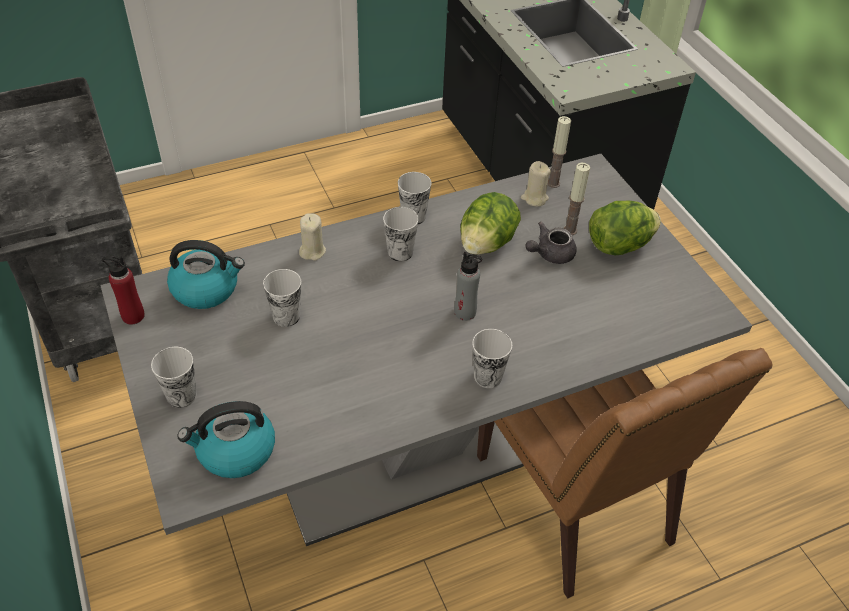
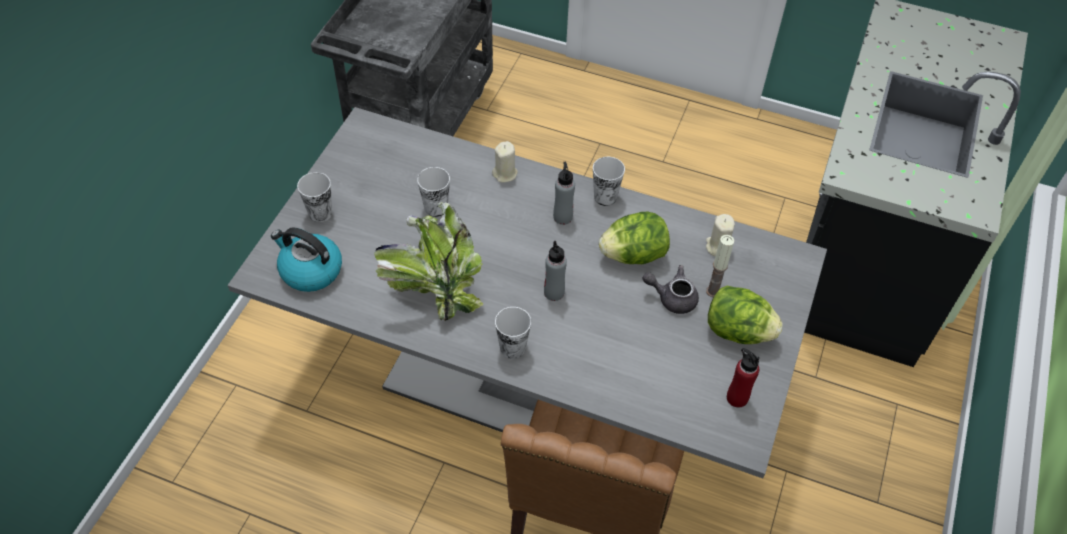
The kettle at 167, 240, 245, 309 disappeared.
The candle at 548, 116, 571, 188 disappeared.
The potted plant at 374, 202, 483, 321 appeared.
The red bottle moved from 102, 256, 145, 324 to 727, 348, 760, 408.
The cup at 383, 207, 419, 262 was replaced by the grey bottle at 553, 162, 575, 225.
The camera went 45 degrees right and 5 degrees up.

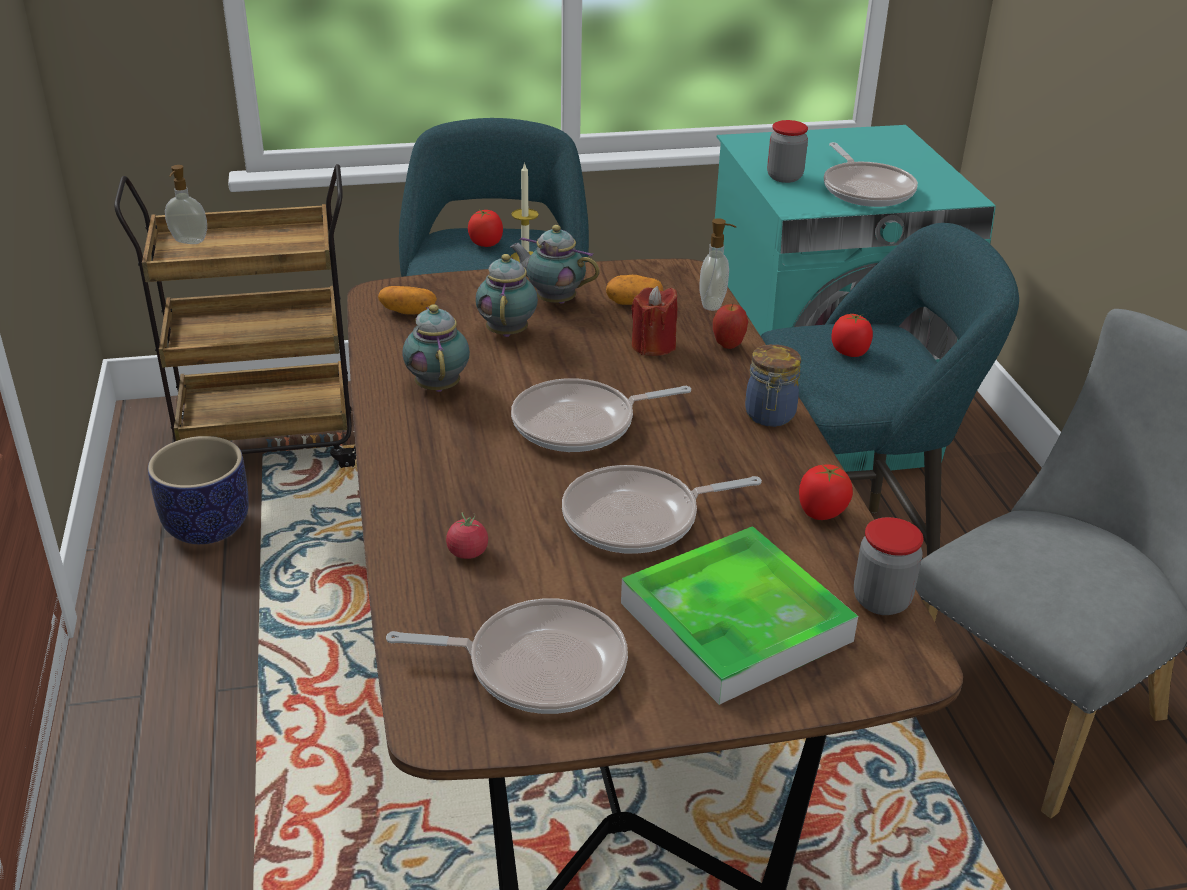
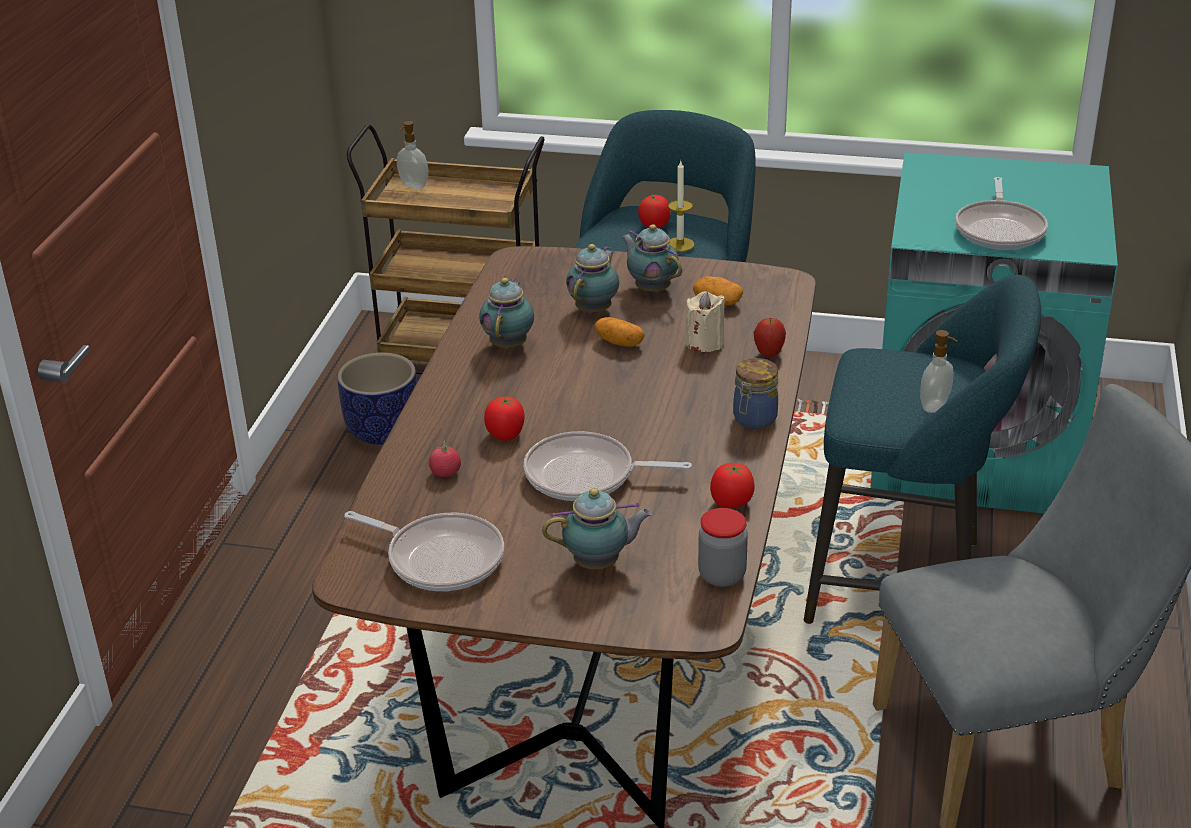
The frying pan at 511, 378, 691, 452 disappeared.
The jar at 767, 120, 808, 183 disappeared.
The potato moved from 378, 286, 437, 315 to 595, 317, 645, 347.
The soap dispenser moved from 700, 218, 736, 311 to 920, 330, 958, 413.
The tomato moved from 831, 314, 873, 357 to 484, 396, 525, 441.
The tray at 621, 526, 858, 705 was replaced by the teapot at 542, 488, 652, 570.
The red candle at 631, 286, 678, 356 became the beige candle at 686, 292, 726, 352.
The camera went 25 degrees right and 0 degrees up.

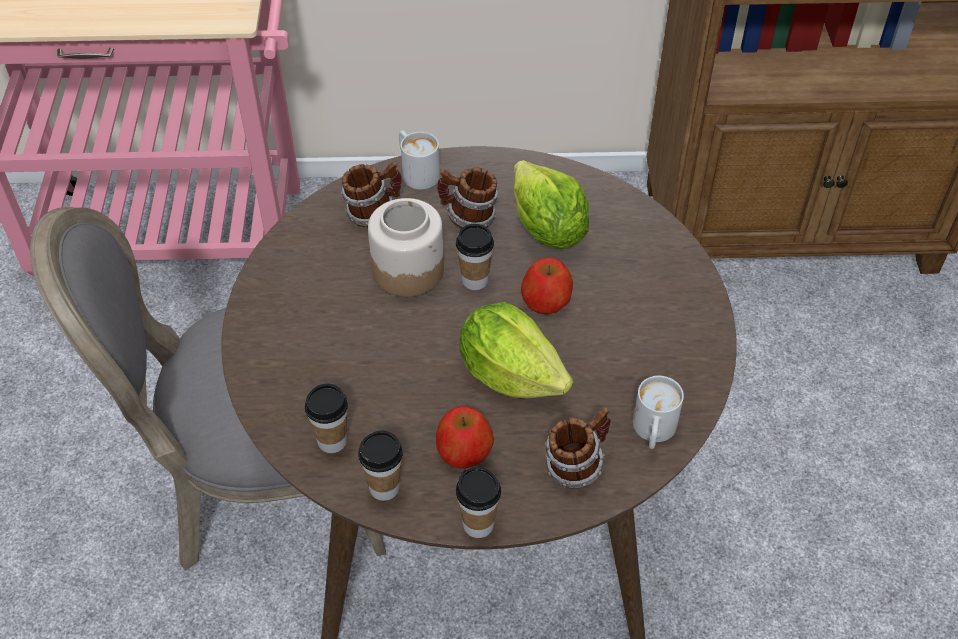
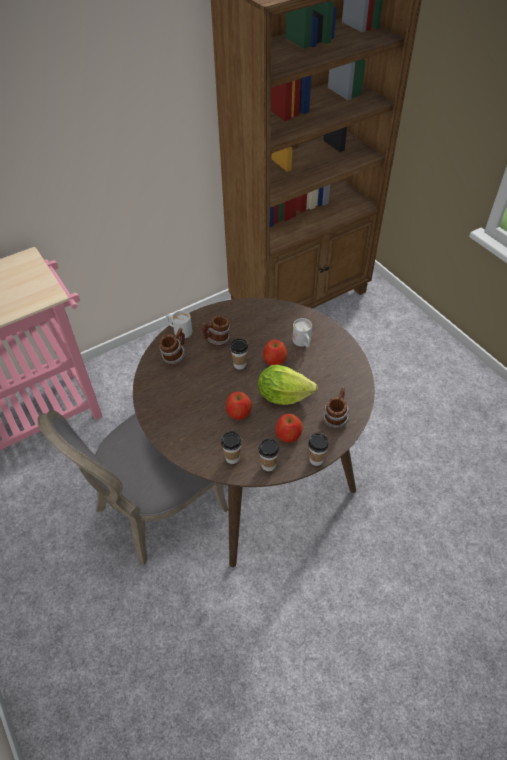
The jar at 368, 198, 444, 297 disappeared.
The lettuce at 514, 160, 589, 249 disappeared.
The apple at 226, 392, 252, 420 appeared.
The white mug moved from 633, 376, 684, 449 to 293, 318, 312, 348.
The camera went 30 degrees left and 0 degrees up.

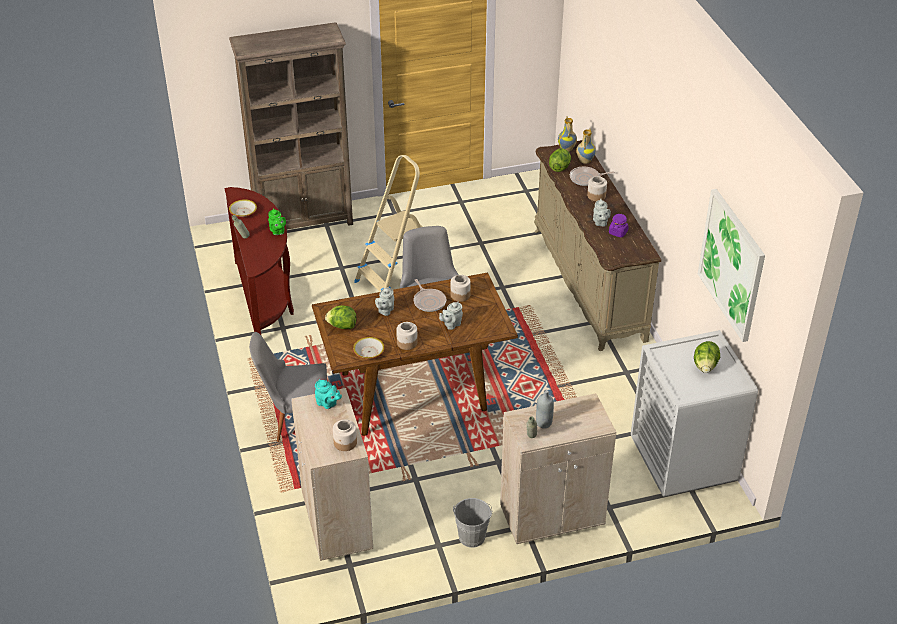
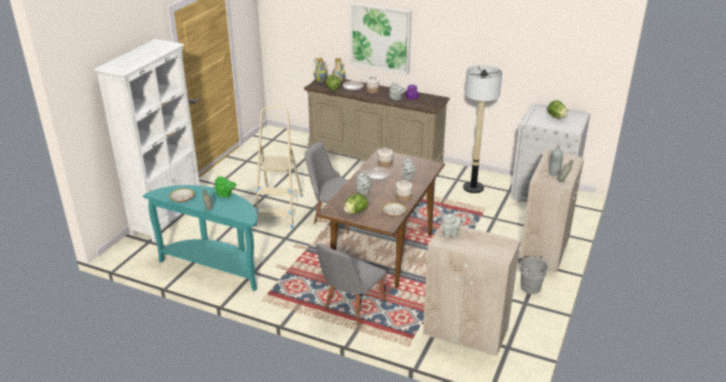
The jar at 333, 420, 357, 451 disappeared.
The floor lamp at 463, 65, 502, 193 appeared.
The picture moved from 698, 189, 765, 342 to 350, 3, 411, 75.
The brown console table at 224, 187, 294, 335 became the turquoise console table at 143, 185, 257, 292.
The brown bookcase at 229, 22, 353, 230 became the white bookcase at 94, 39, 200, 242.
The turquoise teapot at 315, 379, 342, 409 became the grey teapot at 441, 213, 466, 238.
The camera went 50 degrees left and 10 degrees down.

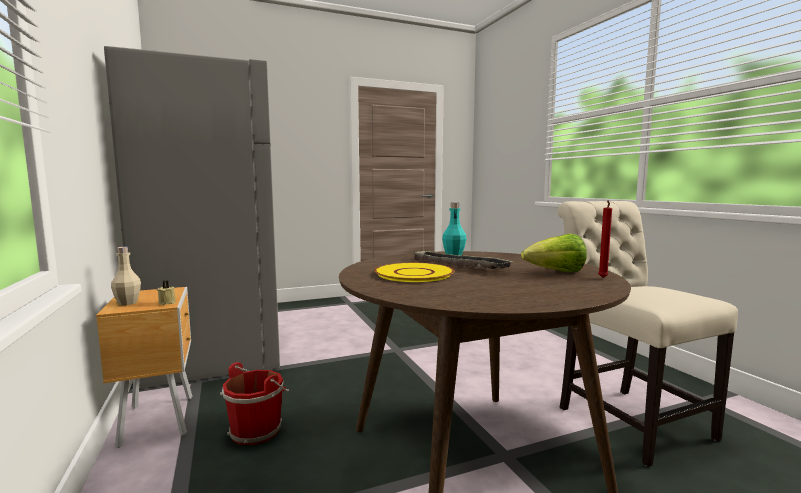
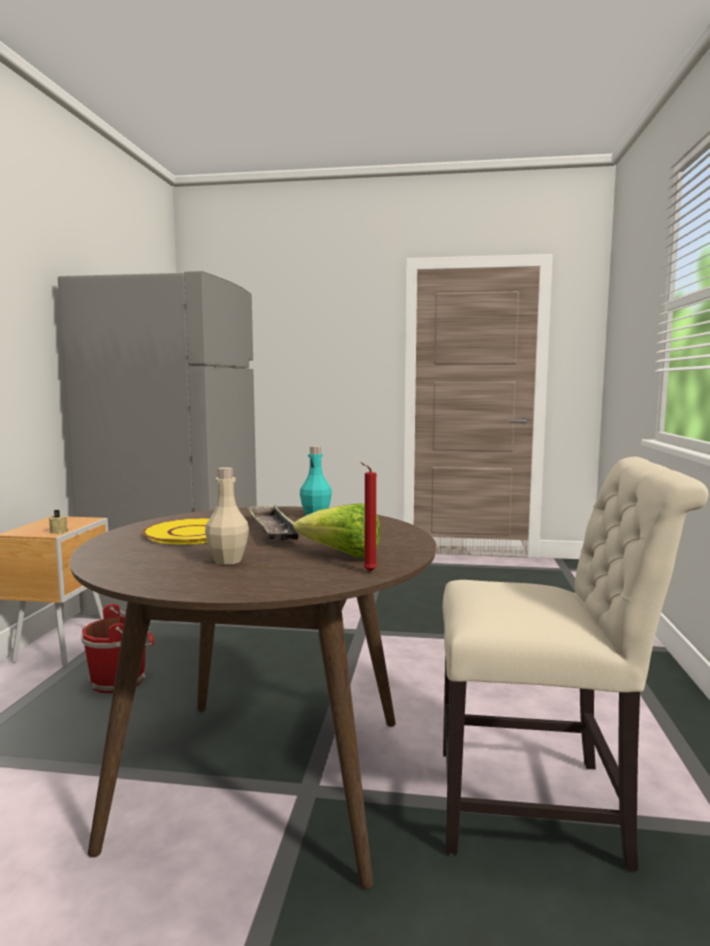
The beige bottle moved from 111, 247, 141, 305 to 205, 467, 249, 565.
The beige chair at 558, 201, 738, 467 turned 90 degrees clockwise.
The camera went 30 degrees right and 0 degrees up.

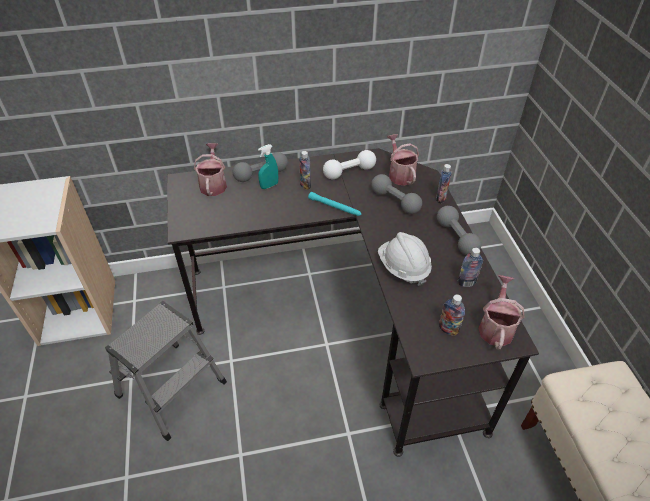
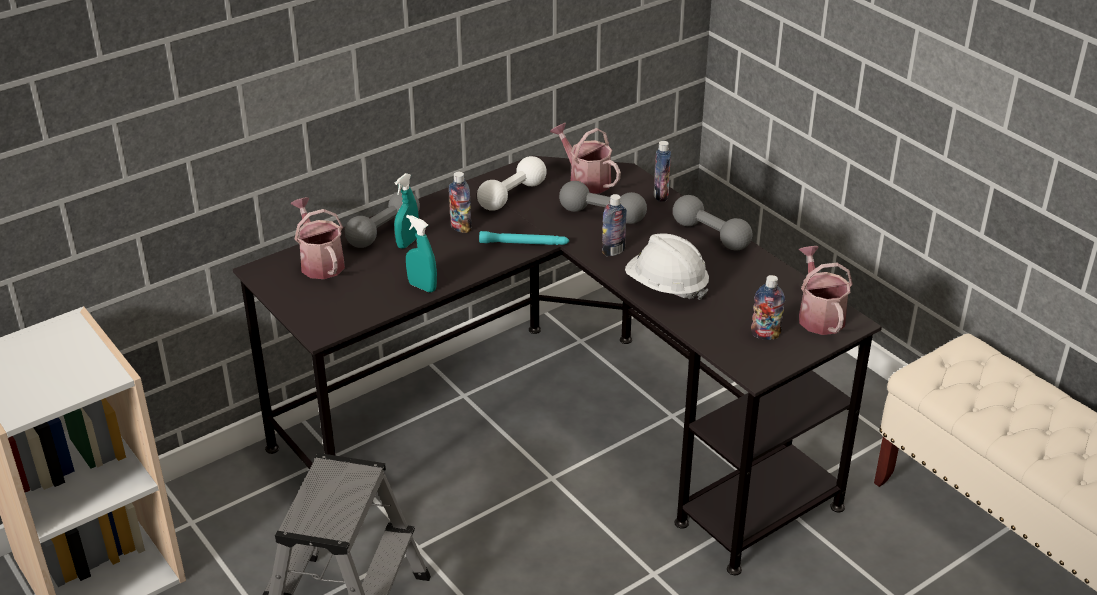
The turquoise spray bottle at 406, 215, 437, 292 appeared.
The bottle moved from 458, 248, 483, 287 to 602, 194, 627, 256.
The camera went 25 degrees left and 10 degrees down.

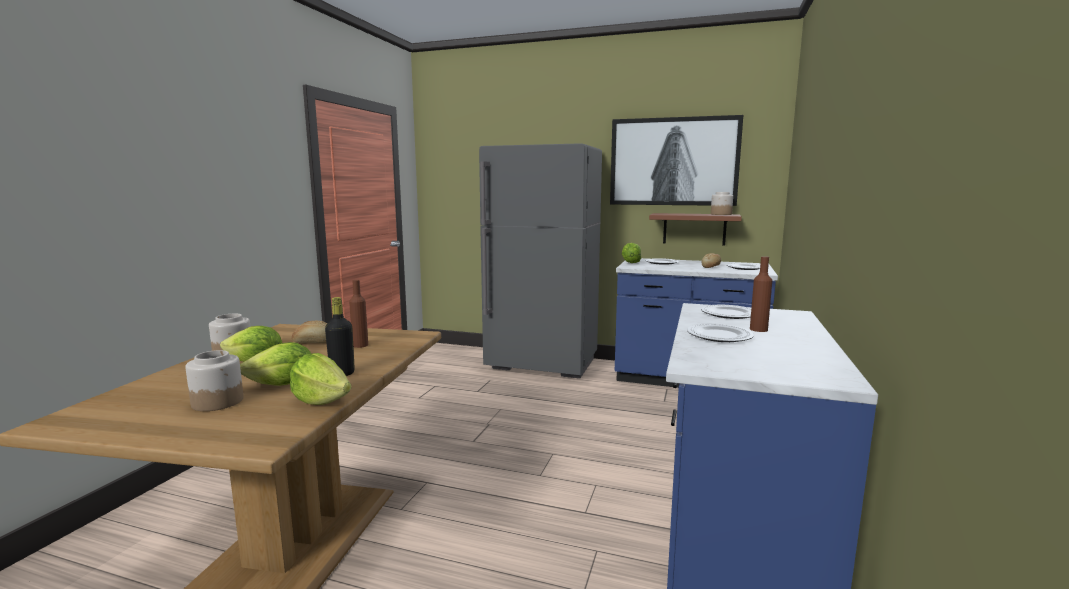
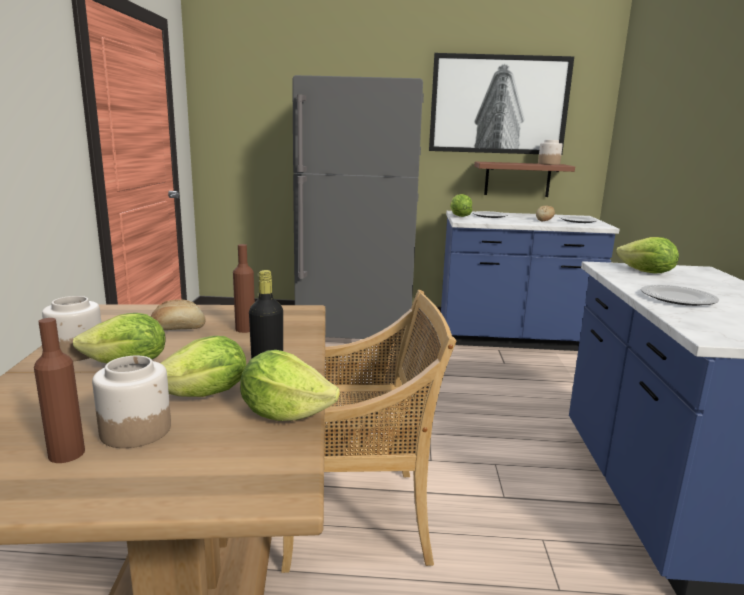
The beige chair at 281, 290, 457, 573 appeared.
The brown bottle moved from 750, 256, 772, 332 to 34, 318, 85, 463.
The plate at 701, 305, 751, 319 was replaced by the lettuce at 616, 237, 679, 273.
The camera went 15 degrees left and 5 degrees up.

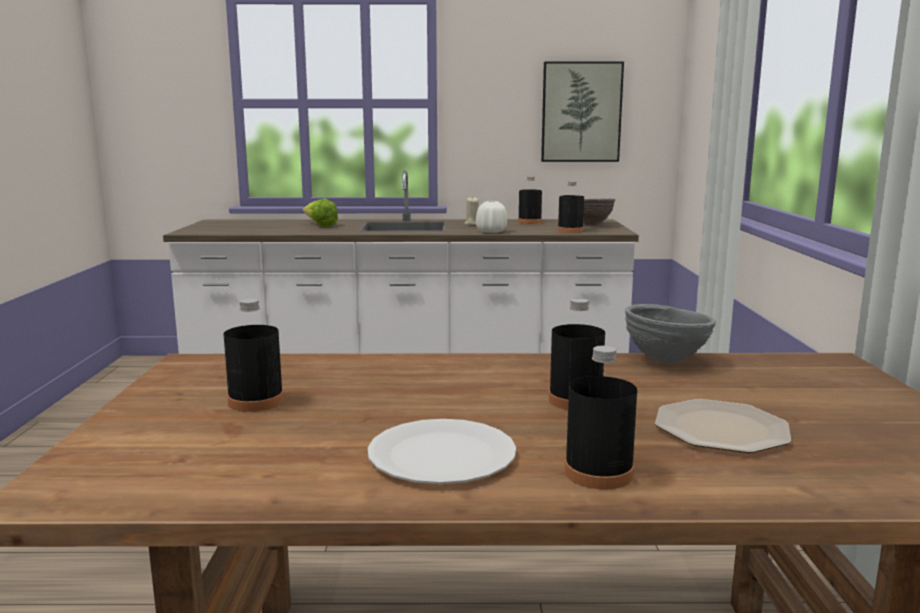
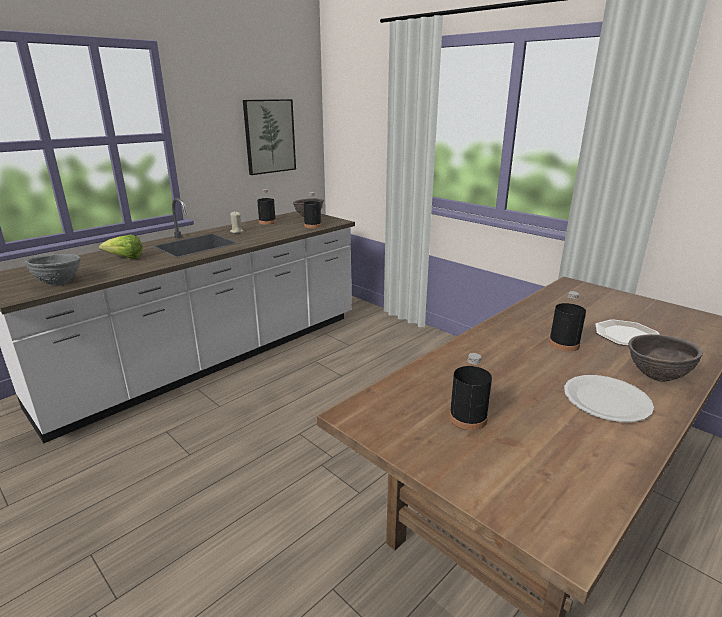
The white vase at 476, 201, 507, 233 disappeared.
The grey bowl moved from 625, 304, 716, 364 to 25, 254, 81, 285.
The black bottle at 565, 346, 637, 490 was replaced by the brown bowl at 628, 334, 703, 382.
The camera went 45 degrees left and 10 degrees up.

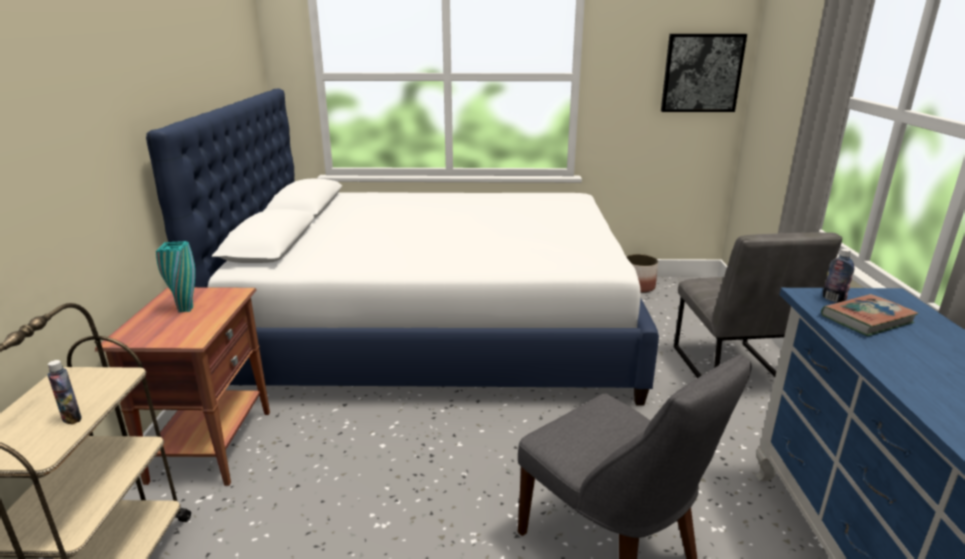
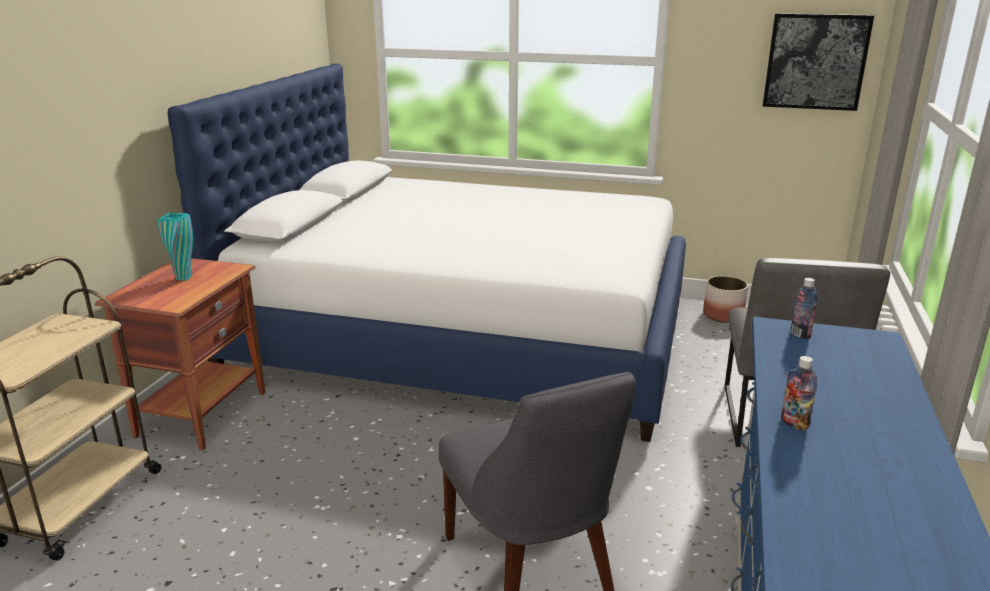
The book at 821, 294, 919, 336 disappeared.
The bottle moved from 47, 360, 82, 425 to 781, 356, 817, 431.
The camera went 15 degrees right and 0 degrees up.

